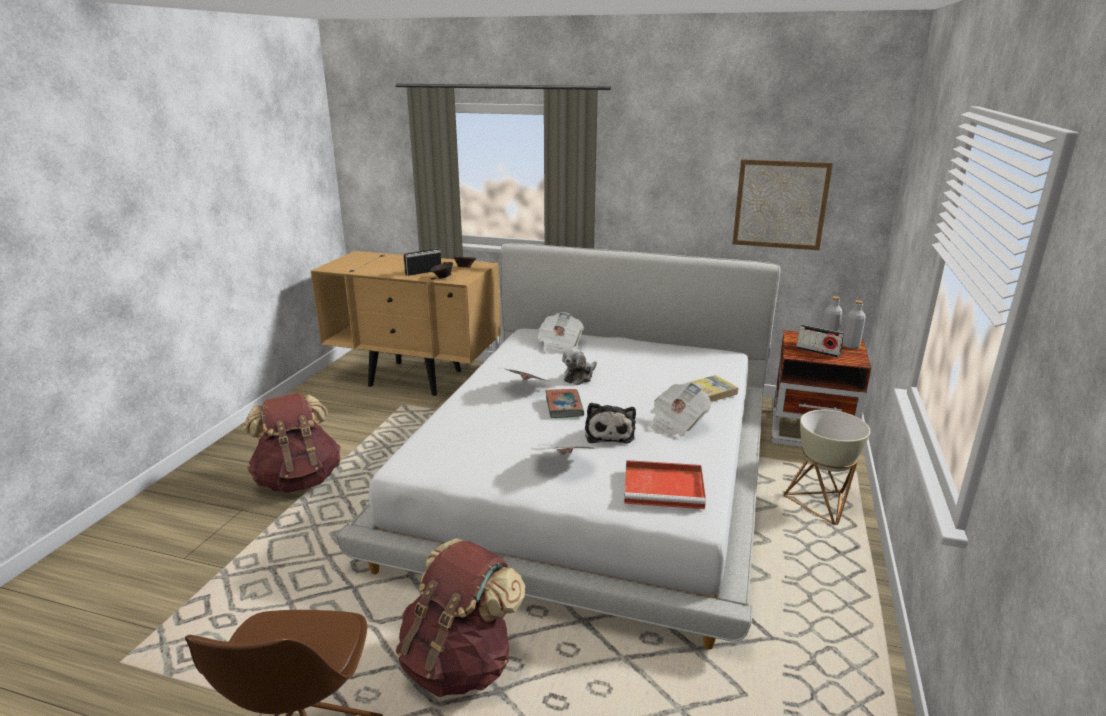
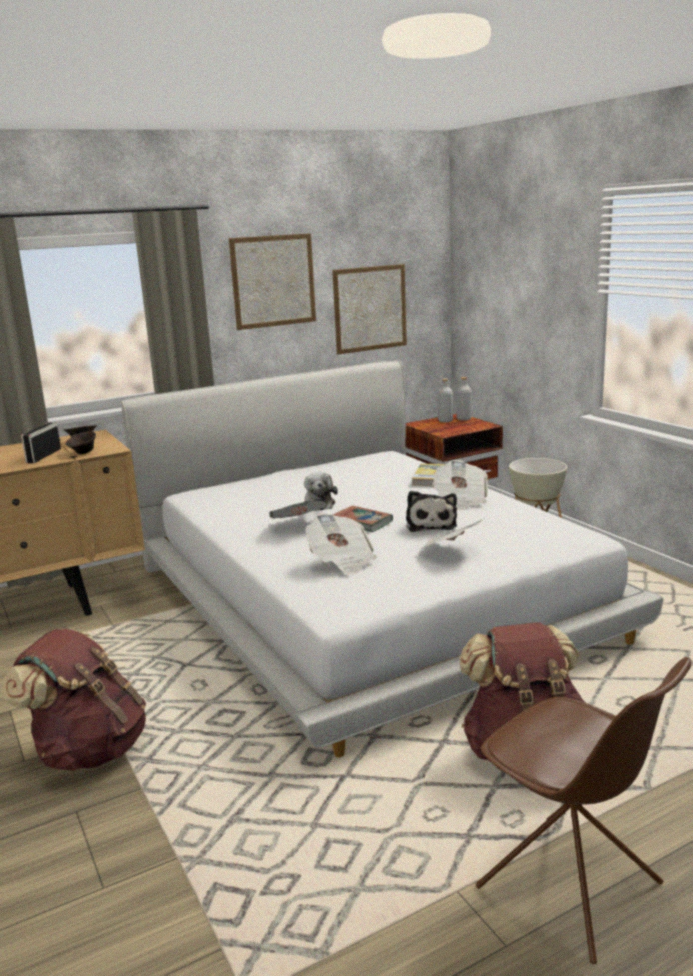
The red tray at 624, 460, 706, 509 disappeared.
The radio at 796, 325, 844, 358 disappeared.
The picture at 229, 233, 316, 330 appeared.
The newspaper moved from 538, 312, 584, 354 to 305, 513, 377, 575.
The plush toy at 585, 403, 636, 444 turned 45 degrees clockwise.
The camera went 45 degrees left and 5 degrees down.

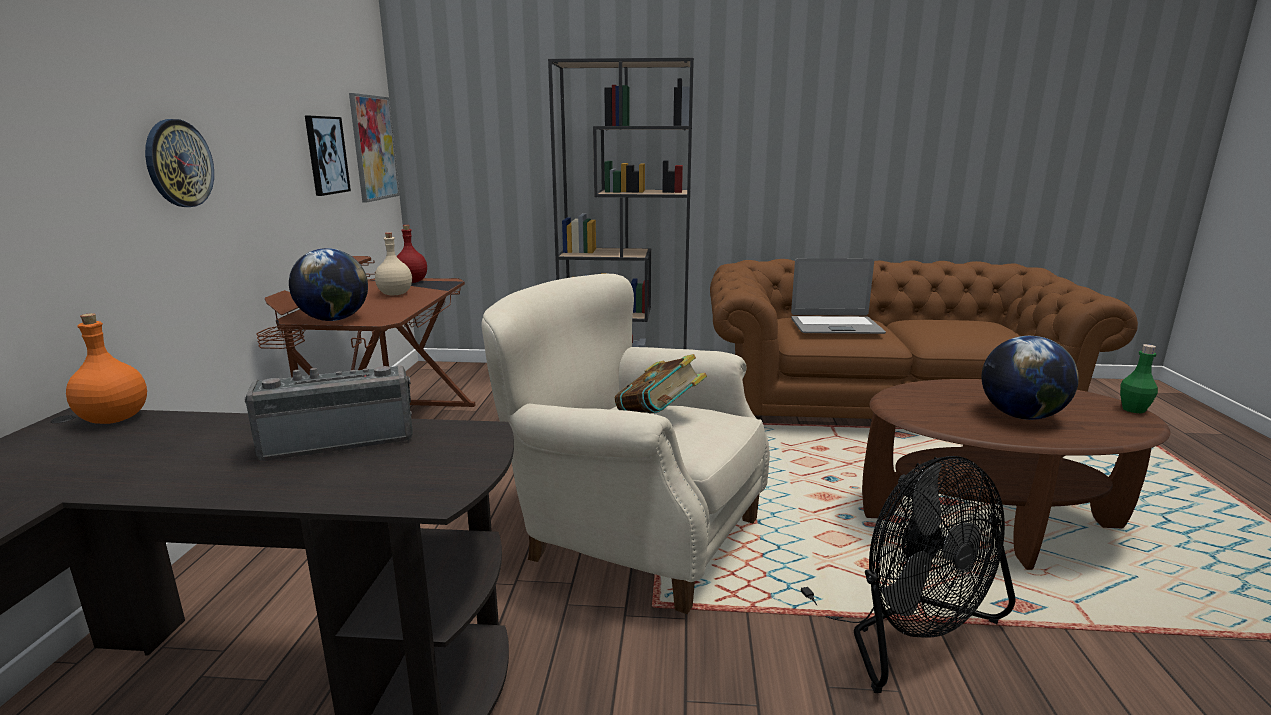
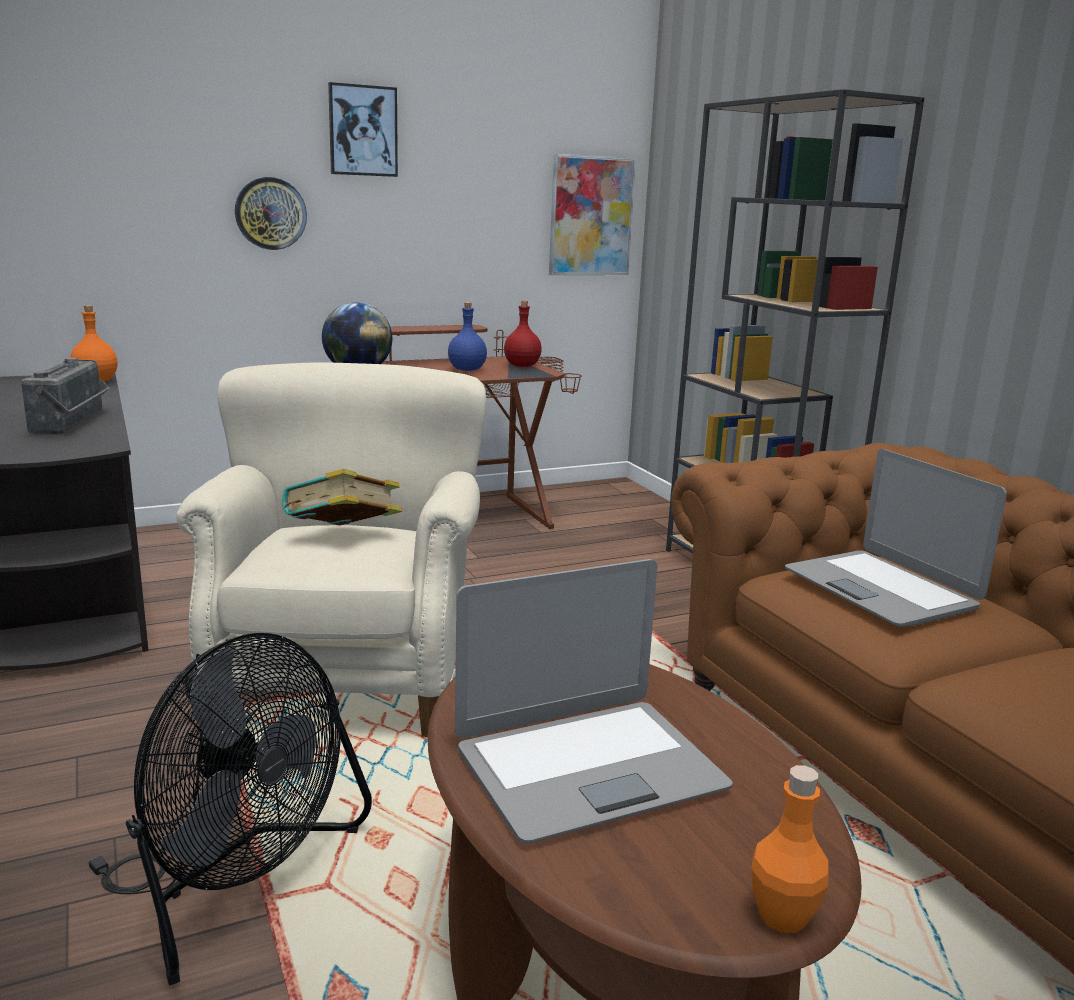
The picture moved from 305, 116, 351, 196 to 328, 82, 398, 177.
The globe at 982, 336, 1079, 420 was replaced by the laptop at 455, 559, 732, 843.
The beige bottle at 375, 232, 412, 295 became the blue bottle at 448, 302, 487, 371.
The green bottle at 1120, 344, 1158, 413 became the orange bottle at 751, 765, 829, 933.
The radio at 244, 365, 413, 461 turned 45 degrees clockwise.
The black fan at 801, 456, 1016, 693 turned 90 degrees counterclockwise.
The camera went 60 degrees right and 0 degrees up.

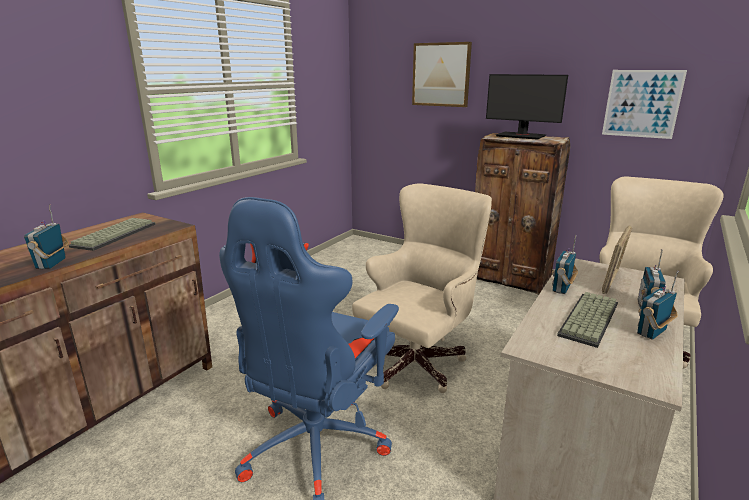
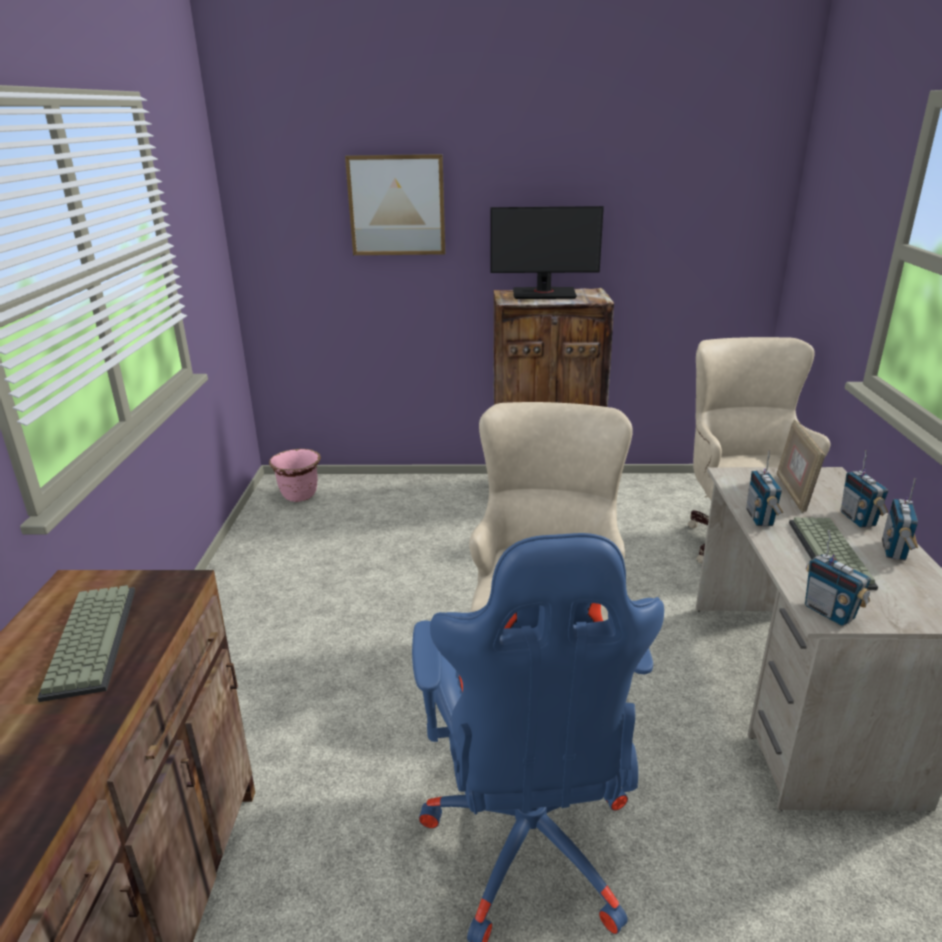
The picture at 602, 70, 687, 139 disappeared.
The pink planter at 269, 449, 321, 502 appeared.
The radio moved from 24, 204, 69, 269 to 805, 530, 871, 626.
The camera went 30 degrees left and 5 degrees up.

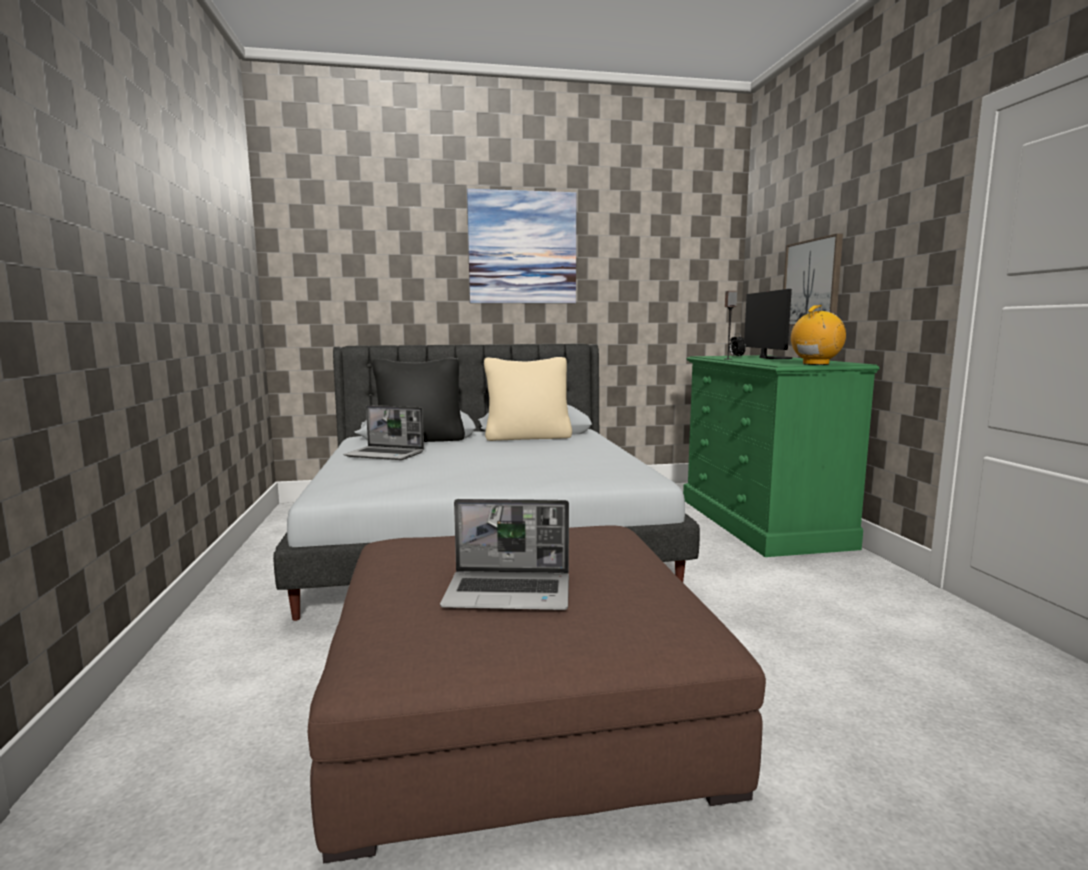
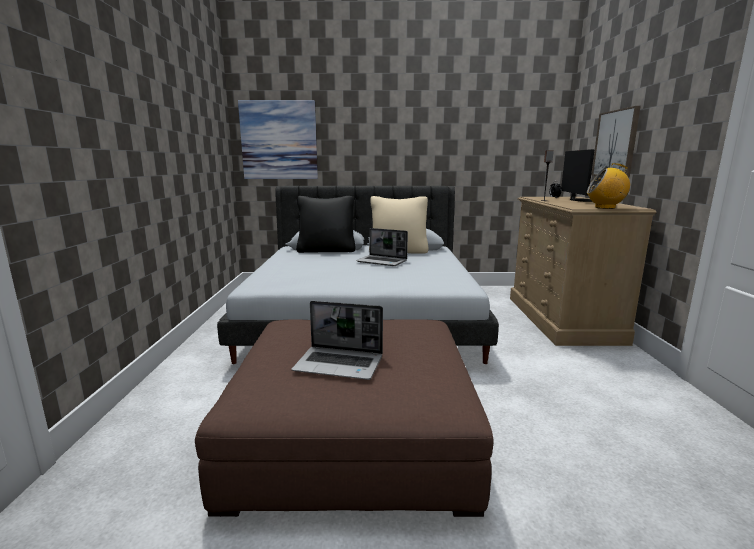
The laptop moved from 343, 405, 424, 460 to 356, 228, 408, 266.
The picture moved from 467, 189, 576, 303 to 238, 100, 318, 179.
The green dresser at 683, 355, 879, 557 became the beige dresser at 510, 197, 657, 346.
The radio at 791, 305, 846, 365 turned 135 degrees counterclockwise.
The camera went 10 degrees right and 5 degrees up.

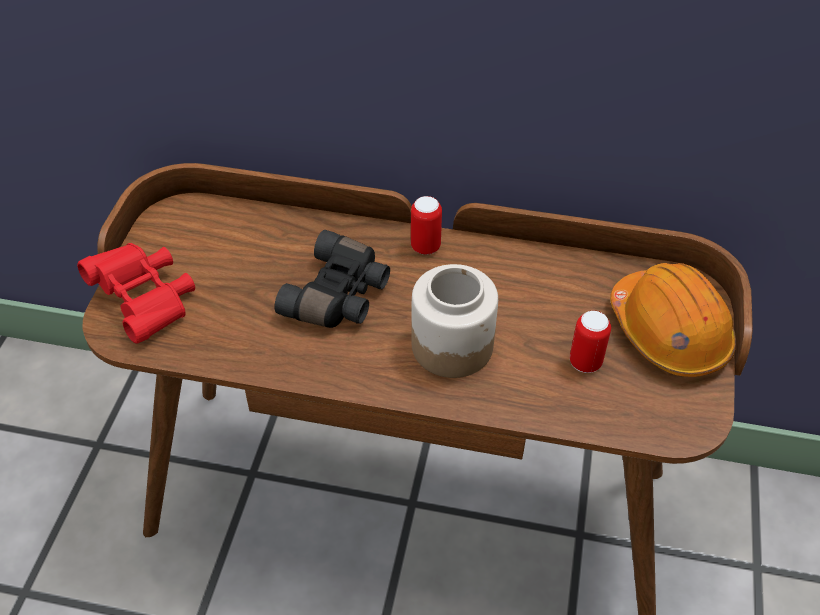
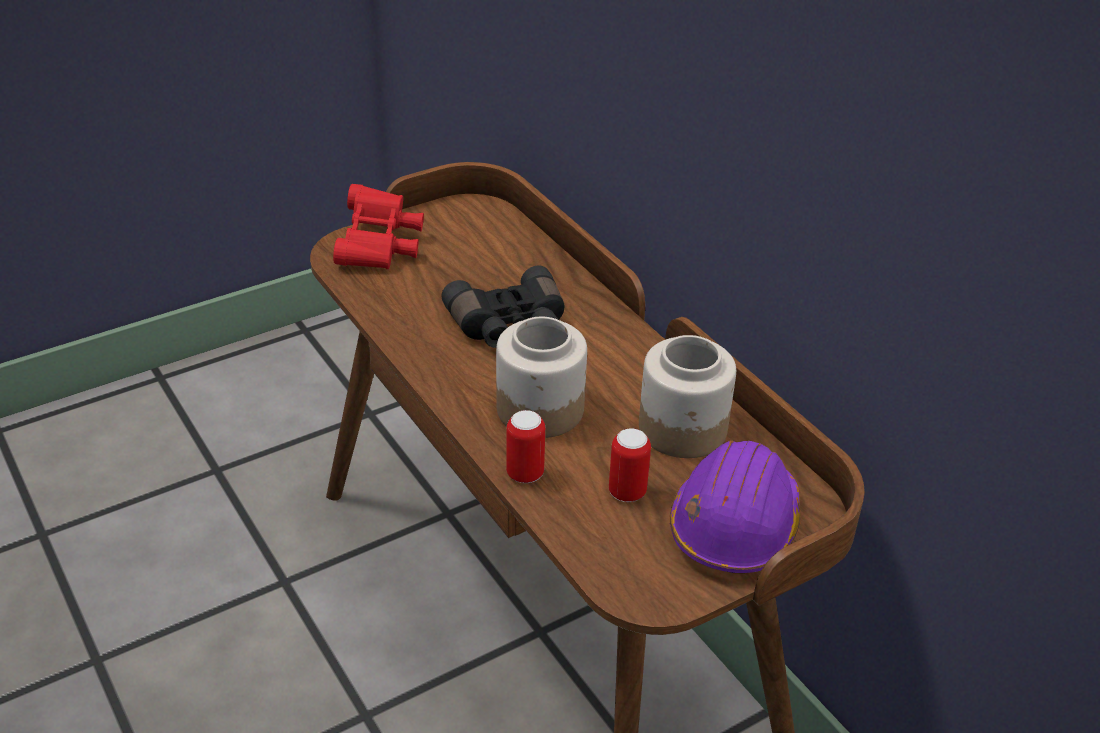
The jar at 639, 335, 736, 458 appeared.
The can moved from 411, 196, 442, 255 to 506, 410, 545, 483.
The orange hard hat at 610, 263, 736, 377 became the purple hard hat at 670, 440, 801, 573.
The camera went 45 degrees right and 10 degrees down.

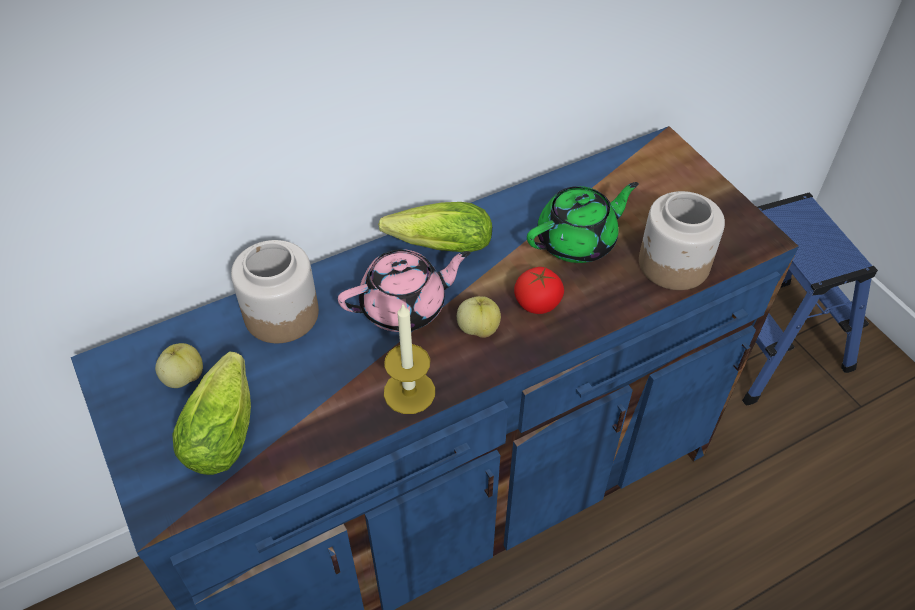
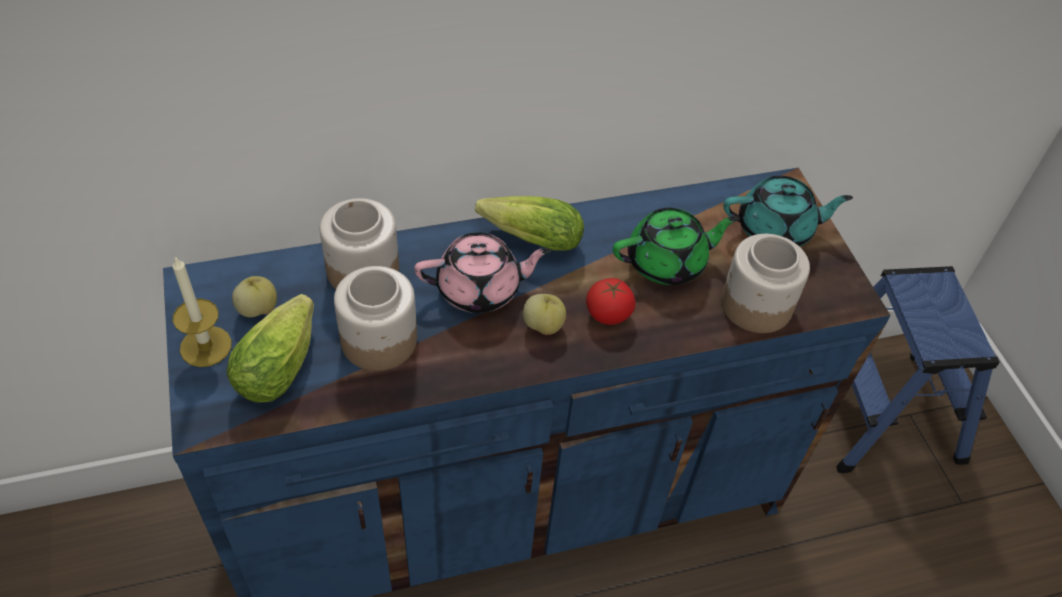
The jar at 334, 266, 417, 371 appeared.
The turquoise teapot at 723, 176, 853, 247 appeared.
The candle moved from 384, 303, 435, 414 to 172, 256, 232, 367.
The camera went 10 degrees right and 0 degrees up.

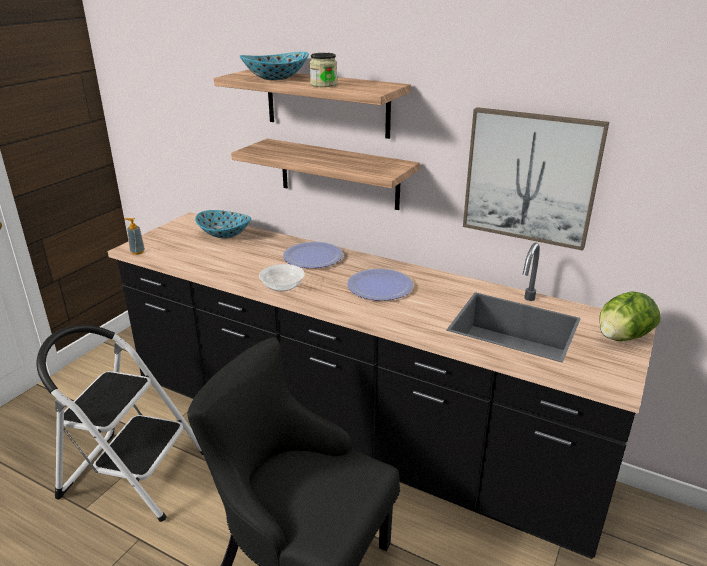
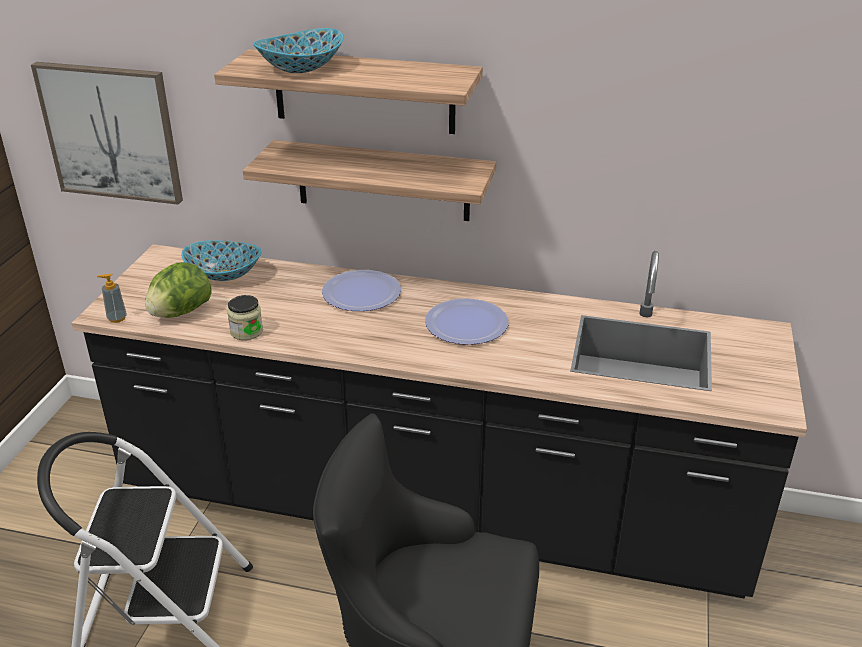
The bowl at 259, 264, 305, 292 disappeared.
The jar moved from 310, 53, 337, 87 to 227, 295, 263, 340.
The picture moved from 463, 107, 609, 251 to 31, 62, 183, 205.
The lettuce moved from 599, 291, 660, 341 to 145, 262, 212, 318.
The camera went 15 degrees left and 5 degrees up.

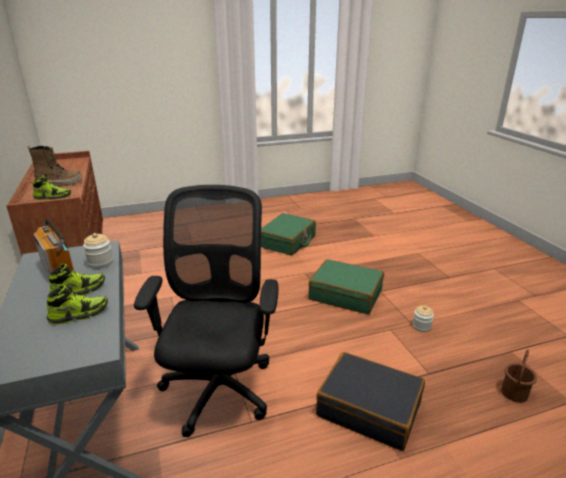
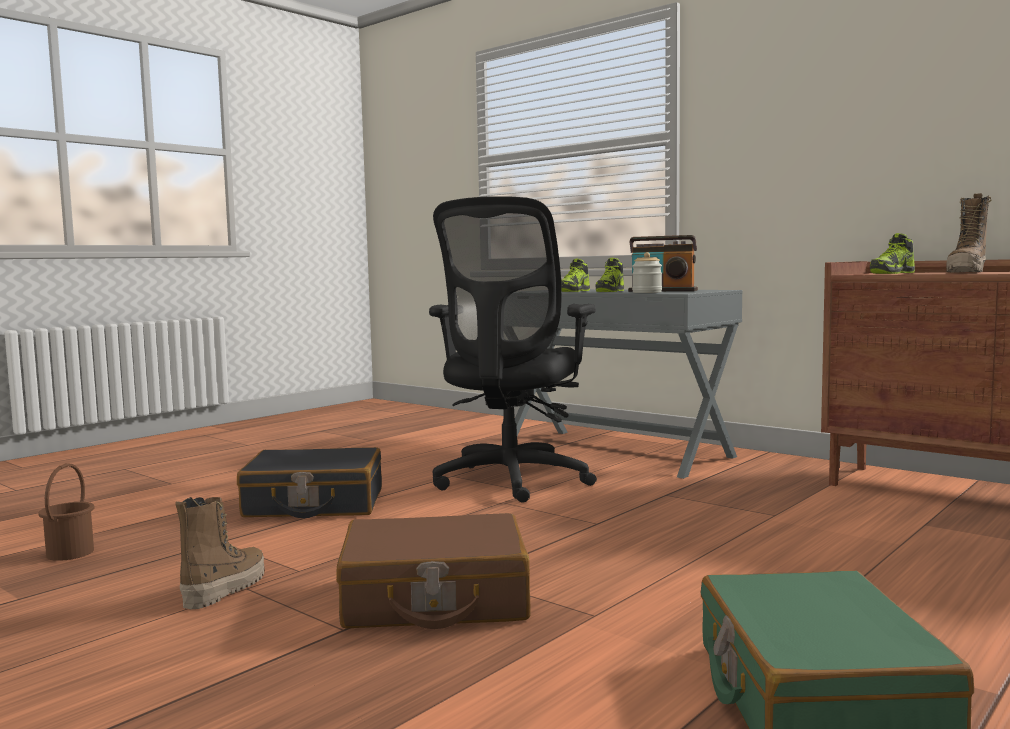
The jar at 413, 305, 434, 332 was replaced by the boot at 175, 497, 265, 609.
The green suitcase at 308, 259, 384, 314 became the brown suitcase at 336, 513, 530, 629.
The black office chair at 134, 185, 278, 437 turned 45 degrees clockwise.
The camera went 150 degrees right and 20 degrees down.

